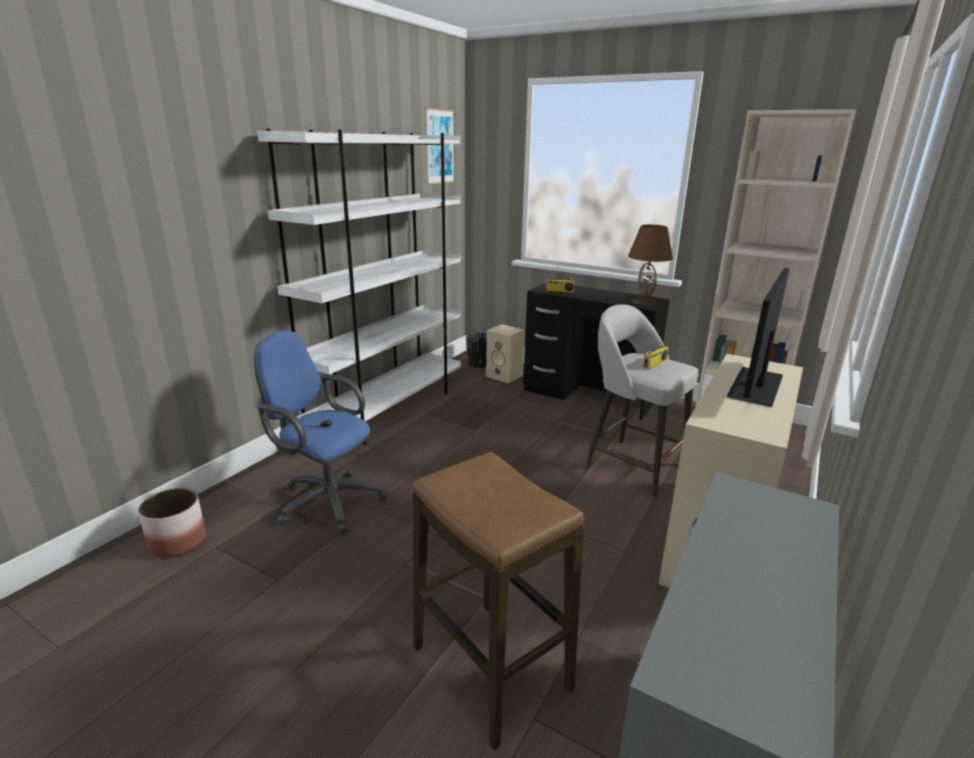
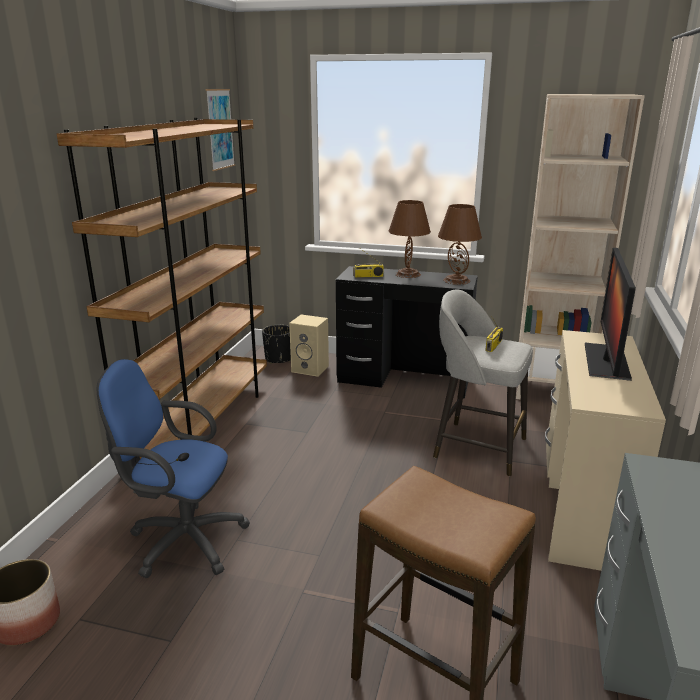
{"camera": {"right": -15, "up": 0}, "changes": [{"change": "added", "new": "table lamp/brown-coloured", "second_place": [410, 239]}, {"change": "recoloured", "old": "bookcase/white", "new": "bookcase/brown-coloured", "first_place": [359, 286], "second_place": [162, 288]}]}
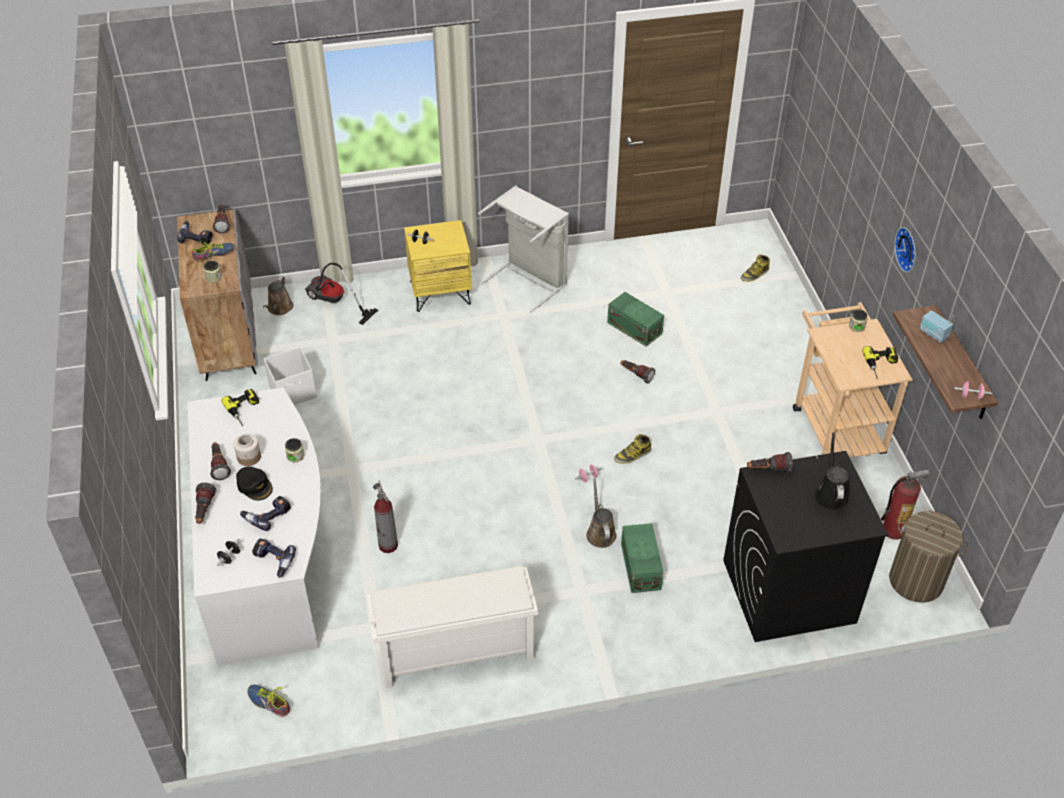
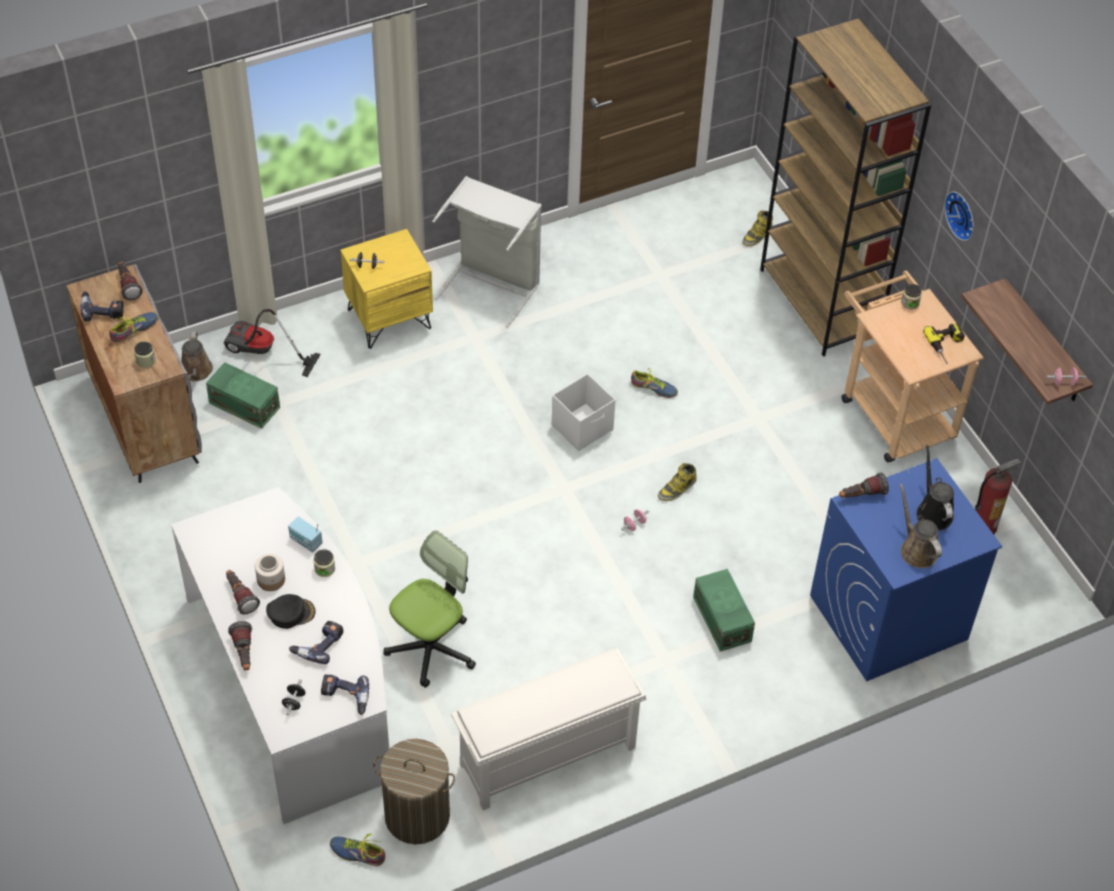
{"camera": {"right": -15, "up": 5}, "changes": [{"change": "removed", "old": "power drill", "first_place": [240, 407]}, {"change": "added", "new": "bookcase/brown-coloured", "second_place": [845, 187]}, {"change": "moved", "old": "storage bin/white", "first_place": [290, 376], "second_place": [583, 412]}, {"change": "moved", "old": "watering pot/brown-coloured", "first_place": [601, 513], "second_place": [920, 525]}, {"change": "moved", "old": "storage bin/greenish", "first_place": [635, 319], "second_place": [243, 395]}, {"change": "moved", "old": "washing basket", "first_place": [928, 557], "second_place": [414, 791]}, {"change": "moved", "old": "radio receiver", "first_place": [936, 326], "second_place": [305, 534]}, {"change": "replaced", "old": "extinguisher", "new": "desk chair", "first_place": [385, 516], "second_place": [429, 609]}, {"change": "replaced", "old": "flashlight", "new": "shoe", "first_place": [637, 371], "second_place": [654, 383]}, {"change": "recoloured", "old": "laundry machine/blackish", "new": "laundry machine/bluish", "first_place": [805, 546], "second_place": [906, 570]}, {"change": "turned", "old": "cap/blackish", "first_place": [254, 483], "second_place": [291, 611], "degrees": -45}]}
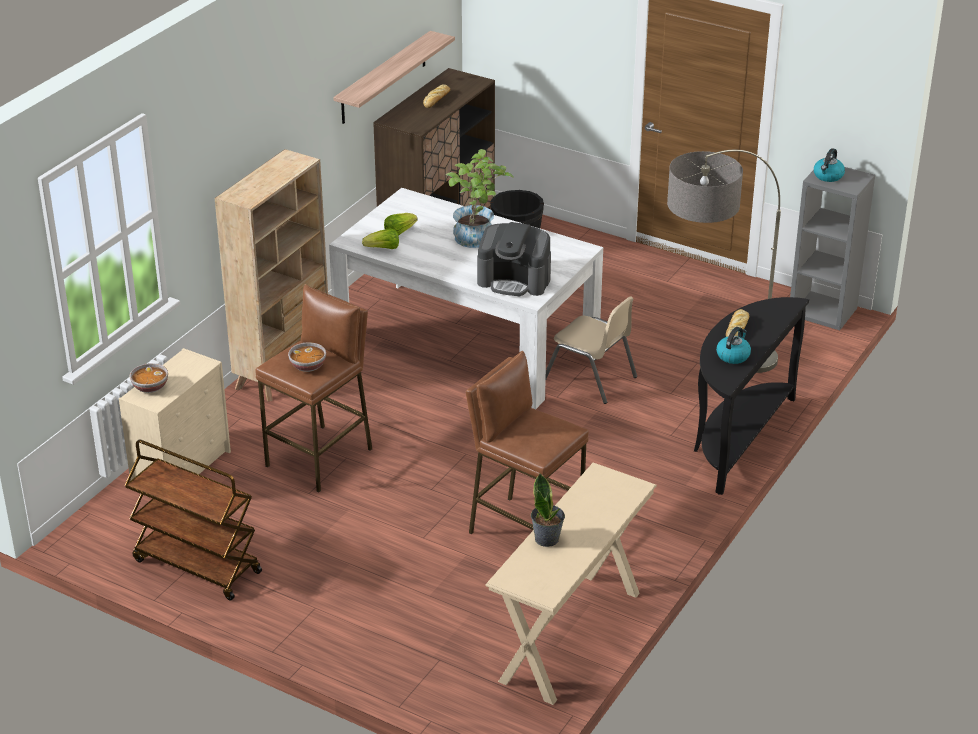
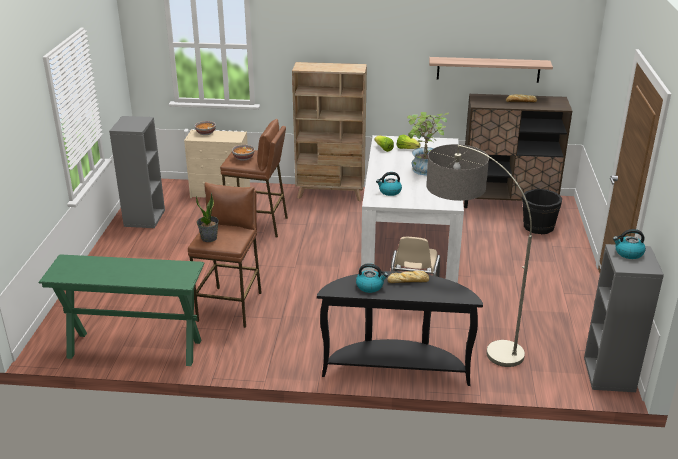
{"camera": {"right": 65, "up": -5}, "changes": [{"change": "moved", "old": "plant in a pot", "first_place": [548, 510], "second_place": [207, 217]}, {"change": "replaced", "old": "trolley/brown-coloured", "new": "bookcase/greyish", "first_place": [193, 520], "second_place": [137, 172]}, {"change": "replaced", "old": "coffee machine", "new": "water kettle", "first_place": [514, 259], "second_place": [389, 184]}, {"change": "recoloured", "old": "console table/beige-coloured", "new": "console table/greenish", "first_place": [571, 584], "second_place": [121, 310]}]}
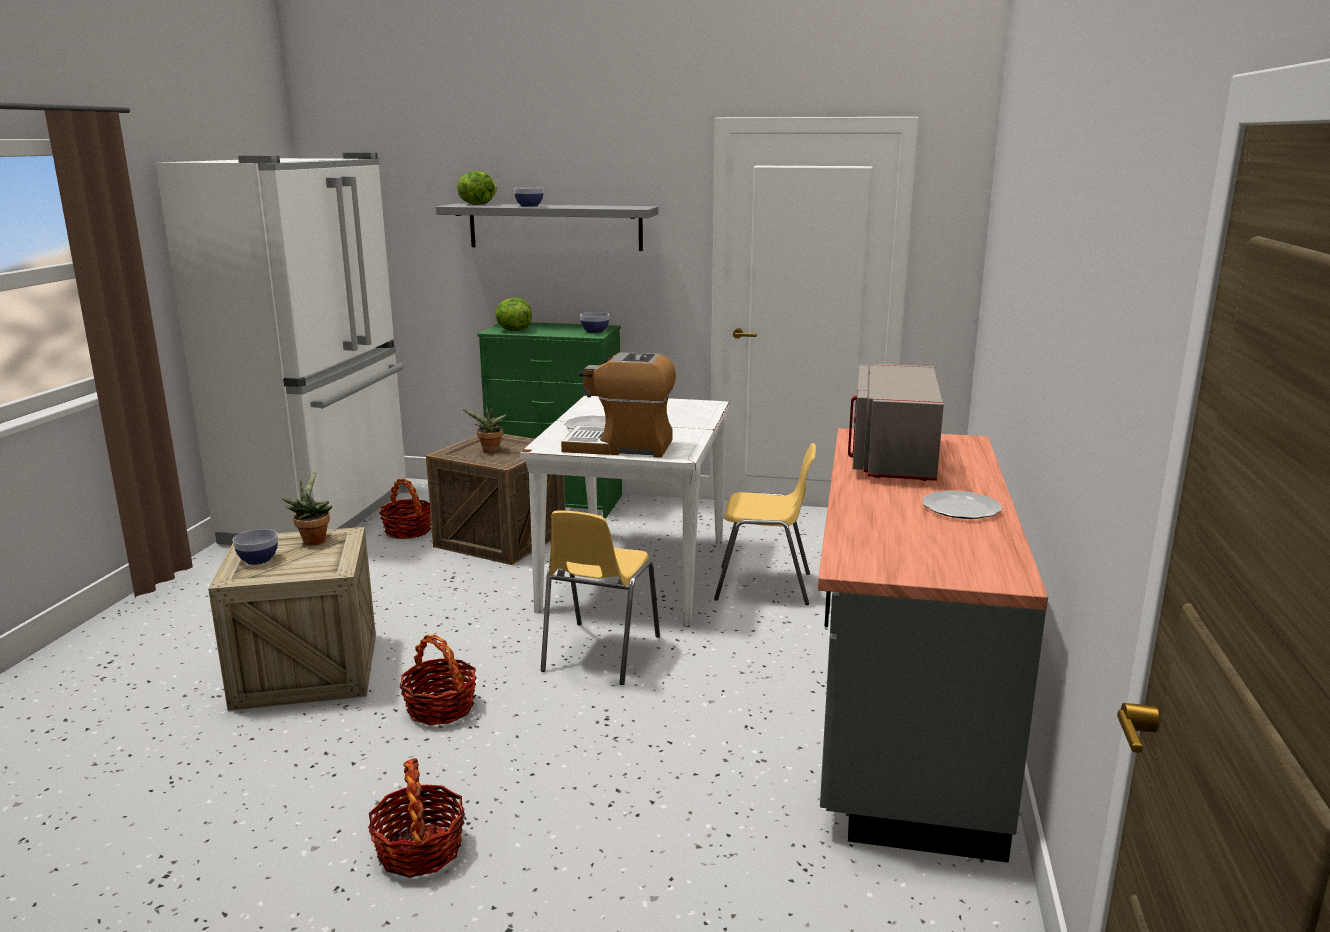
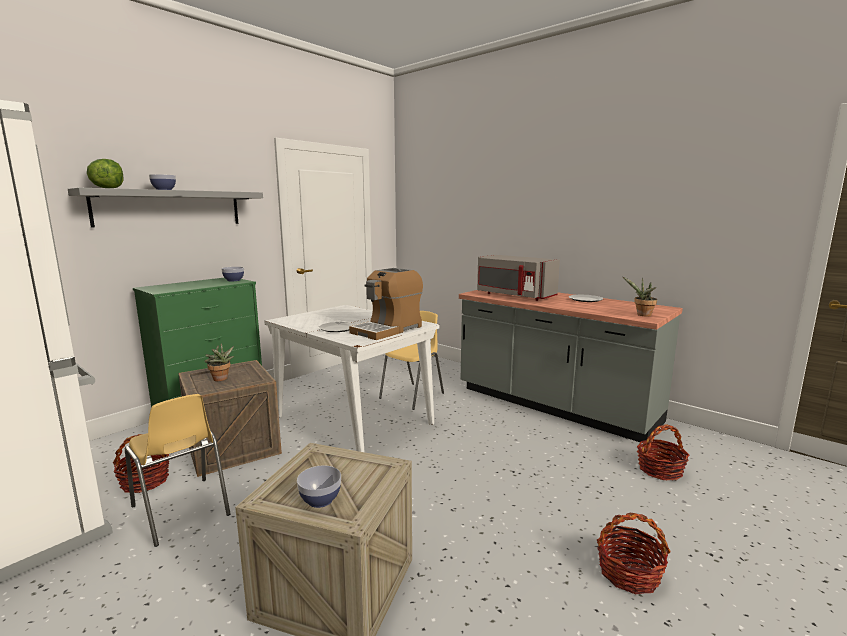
{"camera": {"right": -60, "up": -5}, "changes": [{"change": "removed", "old": "head of lettuce", "first_place": [513, 314]}, {"change": "moved", "old": "plant in a pot", "first_place": [307, 507], "second_place": [639, 296]}, {"change": "moved", "old": "basket", "first_place": [438, 680], "second_place": [663, 452]}, {"change": "moved", "old": "chair/yellowish", "first_place": [600, 598], "second_place": [177, 470]}]}
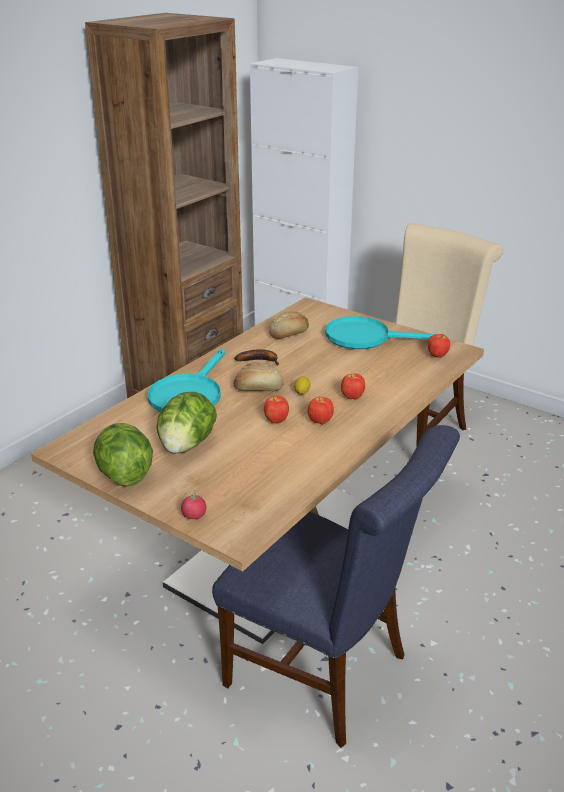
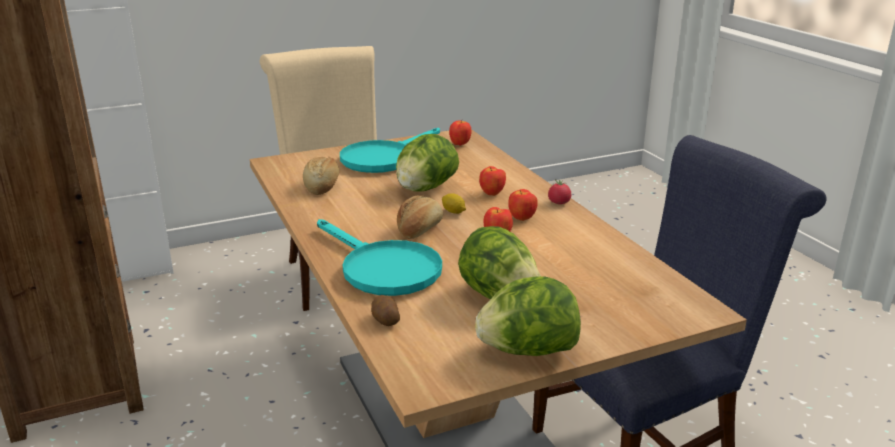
{"camera": {"right": -60, "up": -5}, "changes": [{"change": "removed", "old": "banana", "first_place": [256, 357]}, {"change": "added", "new": "spud", "second_place": [385, 310]}, {"change": "added", "new": "head of lettuce", "second_place": [427, 162]}, {"change": "moved", "old": "whole tomato", "first_place": [193, 506], "second_place": [559, 191]}]}
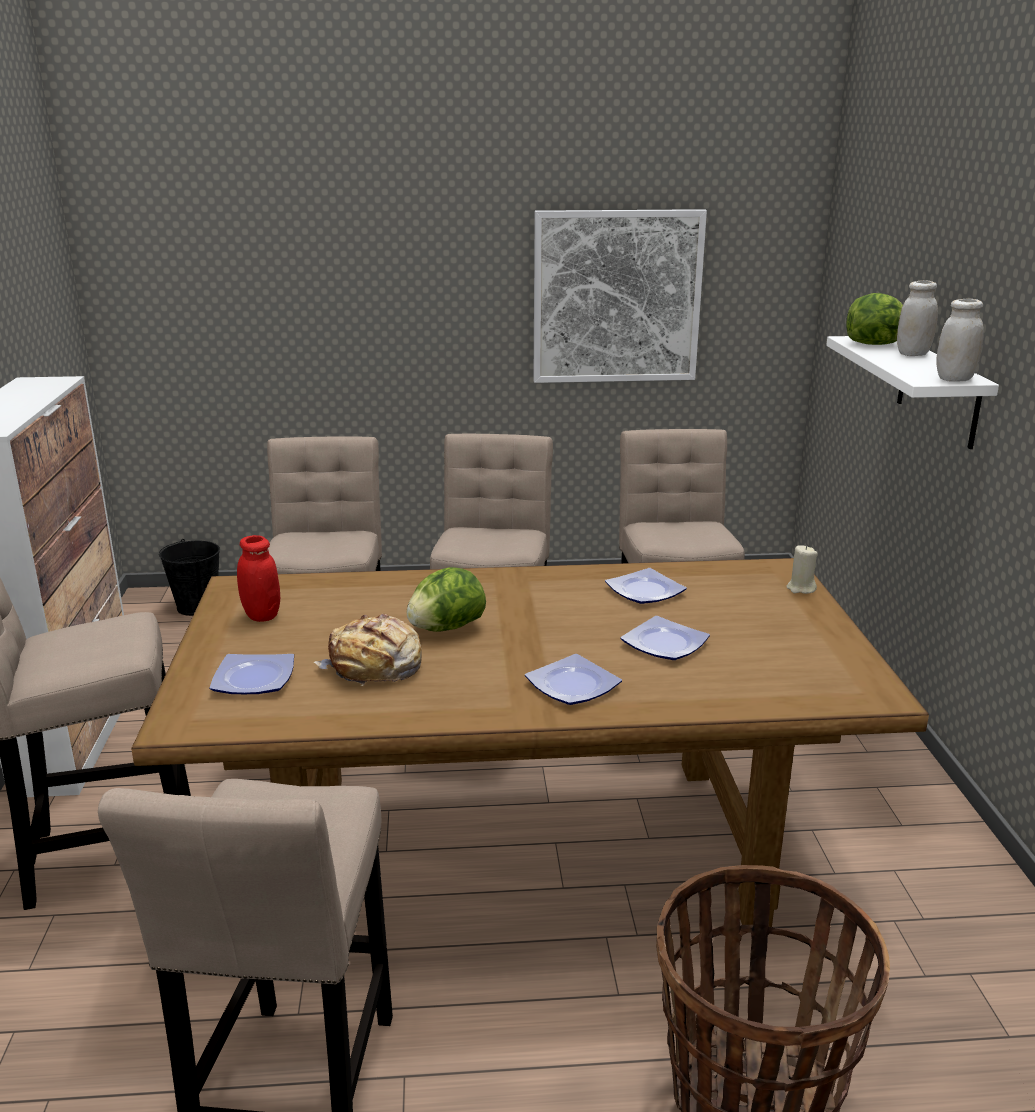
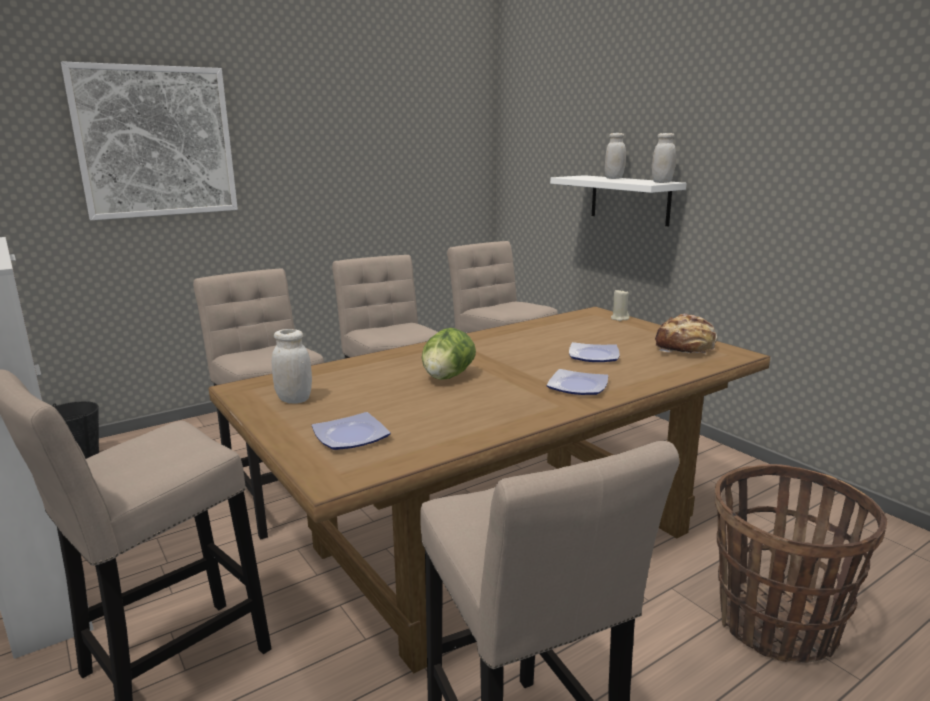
{"camera": {"right": -30, "up": -5}, "changes": [{"change": "removed", "old": "dinner plate", "first_place": [646, 586]}, {"change": "removed", "old": "head of lettuce", "first_place": [874, 319]}, {"change": "moved", "old": "bread", "first_place": [368, 649], "second_place": [686, 333]}, {"change": "moved", "old": "wall art", "first_place": [620, 296], "second_place": [149, 140]}, {"change": "recoloured", "old": "storage jar/red-coloured", "new": "storage jar/white", "first_place": [258, 578], "second_place": [292, 366]}]}
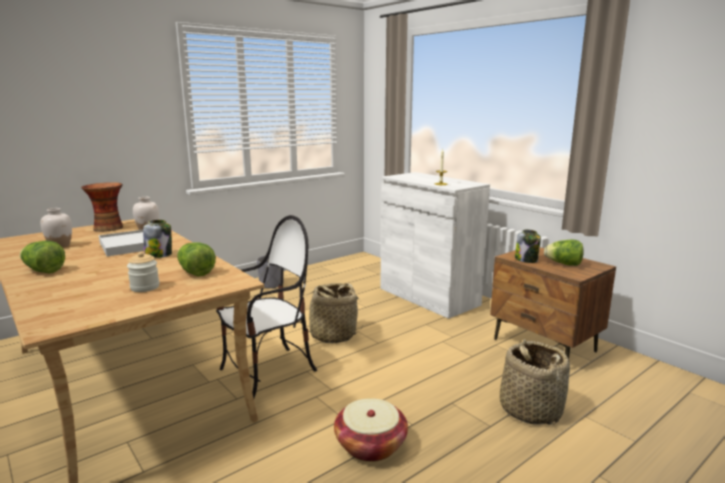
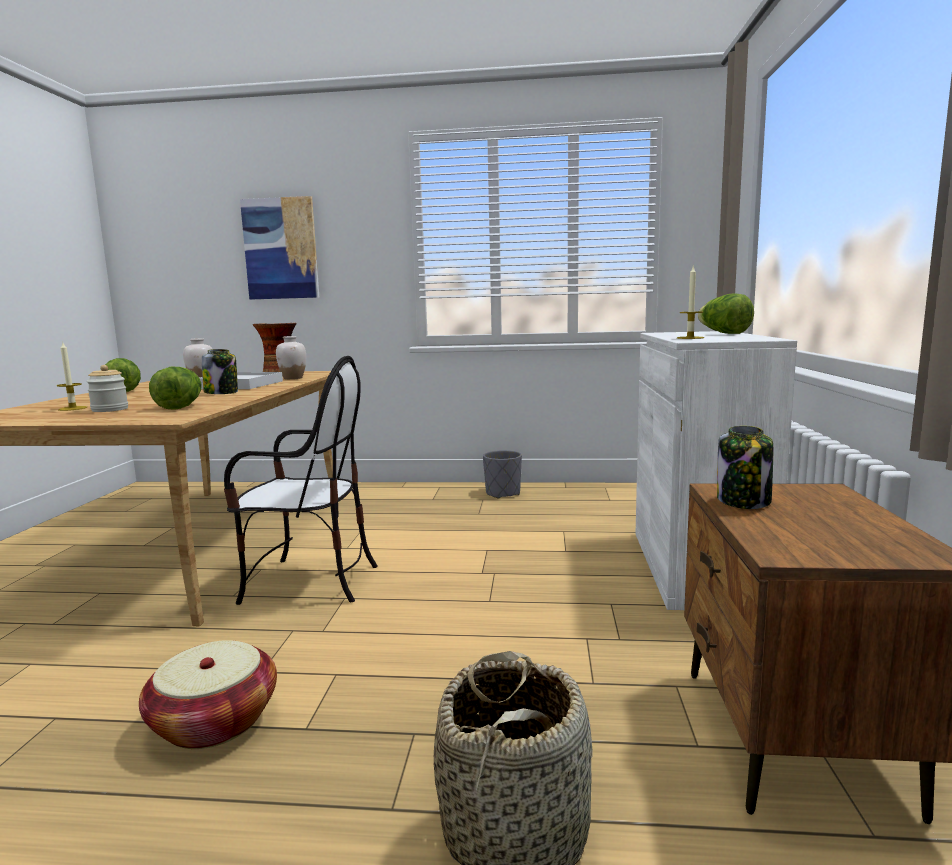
{"camera": {"right": 45, "up": -5}, "changes": [{"change": "removed", "old": "basket", "first_place": [331, 313]}, {"change": "added", "new": "wax light", "second_place": [72, 377]}, {"change": "added", "new": "wall art", "second_place": [279, 247]}, {"change": "moved", "old": "head of lettuce", "first_place": [564, 252], "second_place": [726, 314]}]}
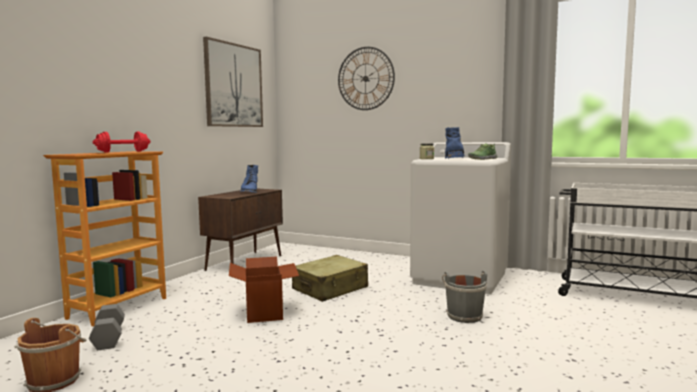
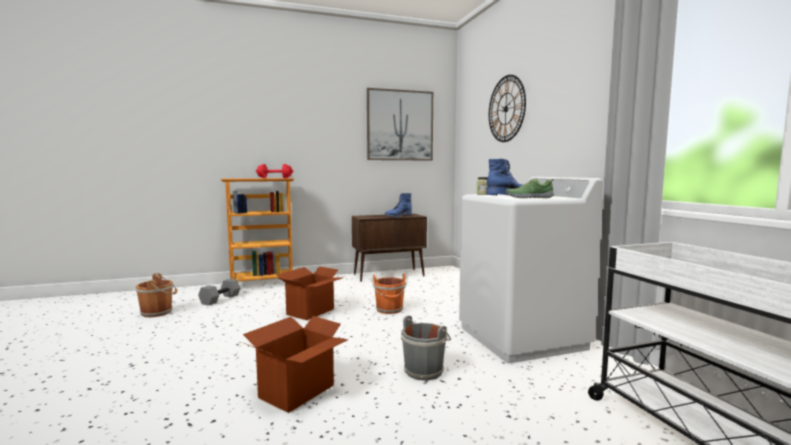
{"camera": {"right": 45, "up": 0}, "changes": [{"change": "added", "new": "packing box", "second_place": [295, 364]}, {"change": "replaced", "old": "piece of luggage/beige-coloured", "new": "water bucket/orange-coloured", "first_place": [330, 278], "second_place": [389, 294]}]}
